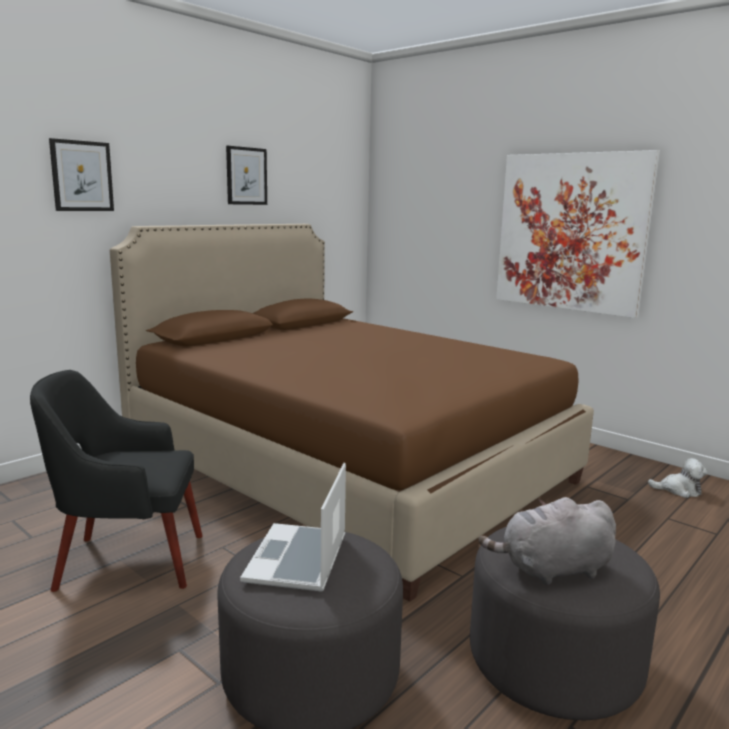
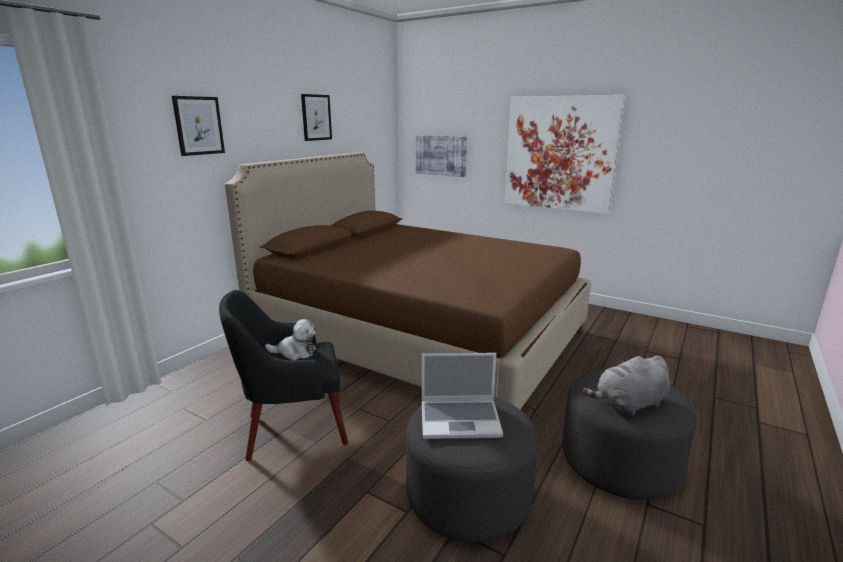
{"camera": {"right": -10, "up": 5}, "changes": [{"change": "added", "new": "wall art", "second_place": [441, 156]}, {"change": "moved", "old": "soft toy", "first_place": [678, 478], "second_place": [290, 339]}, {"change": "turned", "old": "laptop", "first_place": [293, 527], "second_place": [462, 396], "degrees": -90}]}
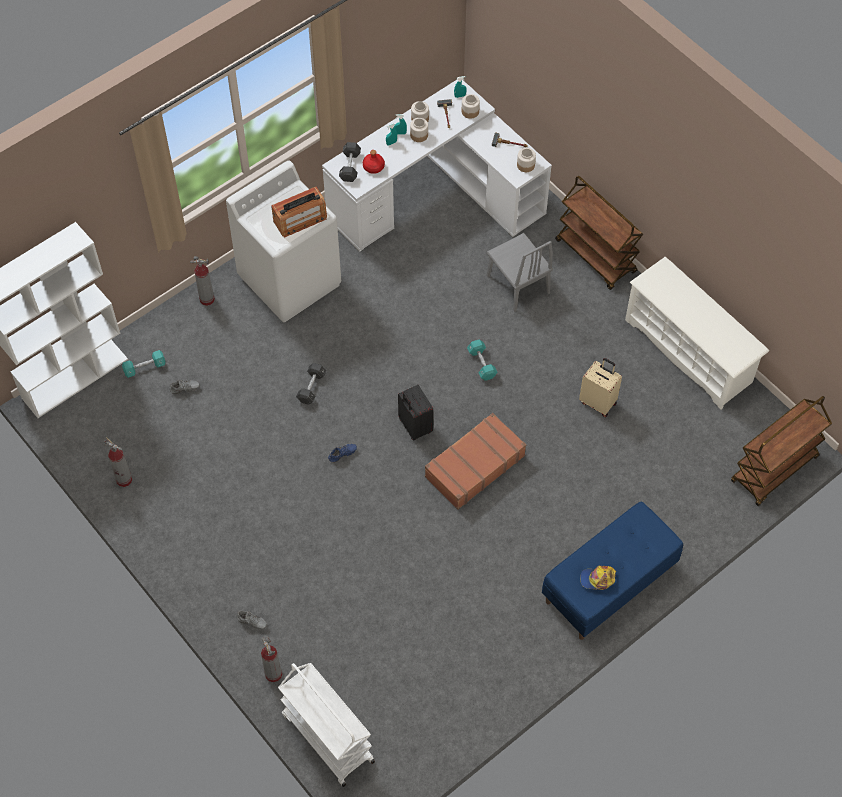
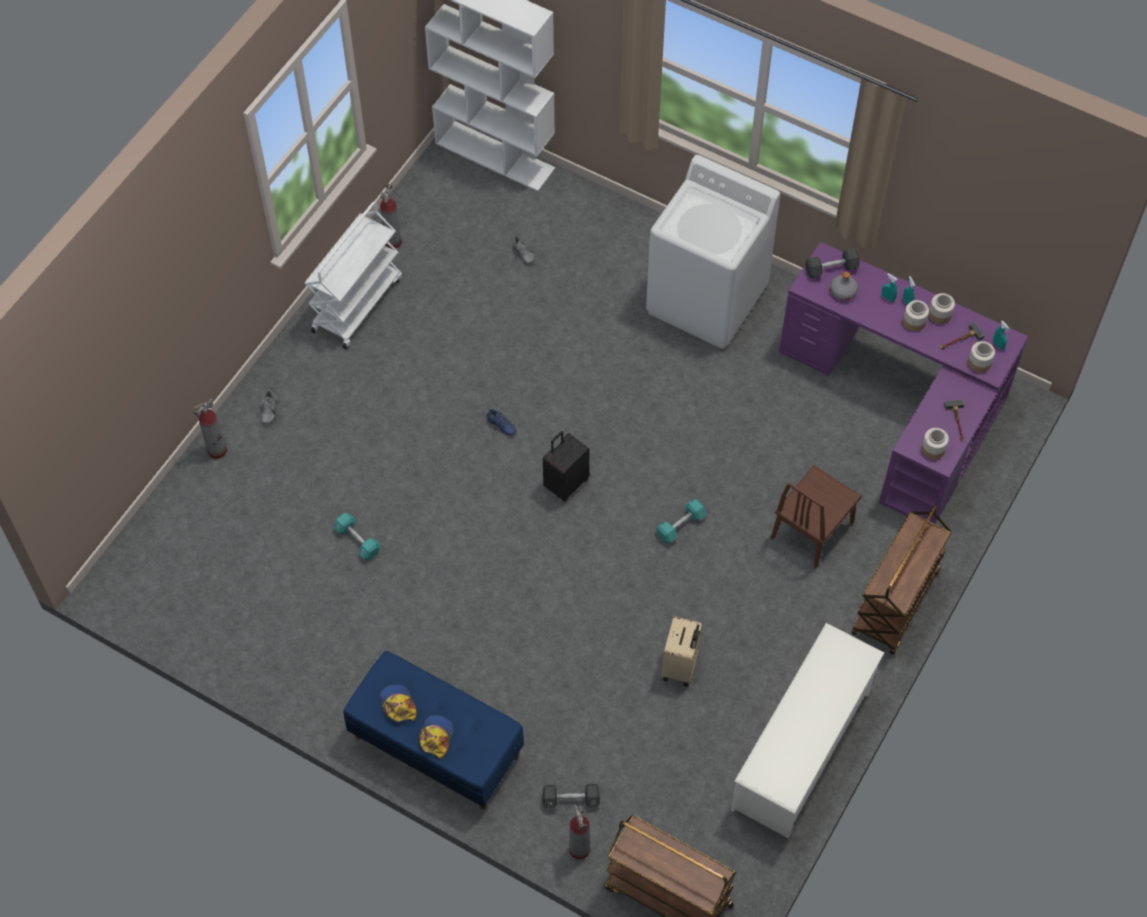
{"camera": {"right": 70, "up": 0}, "changes": [{"change": "removed", "old": "radio receiver", "first_place": [299, 212]}, {"change": "removed", "old": "piece of luggage/brown-coloured", "first_place": [475, 461]}, {"change": "added", "new": "cap", "second_place": [436, 737]}, {"change": "moved", "old": "free weight/blue-green", "first_place": [143, 364], "second_place": [357, 536]}, {"change": "moved", "old": "extinguisher", "first_place": [202, 281], "second_place": [579, 831]}, {"change": "moved", "old": "trolley/white", "first_place": [326, 725], "second_place": [353, 275]}, {"change": "moved", "old": "free weight/blackish", "first_place": [311, 384], "second_place": [571, 796]}, {"change": "recoloured", "old": "desk table/white", "new": "desk table/purple-coloured", "first_place": [437, 165], "second_place": [903, 383]}, {"change": "recoloured", "old": "beverage bottle/red-coloured", "new": "beverage bottle/greyish", "first_place": [374, 162], "second_place": [844, 286]}, {"change": "recoloured", "old": "chair/greyish", "new": "chair/brown-coloured", "first_place": [520, 272], "second_place": [816, 516]}]}
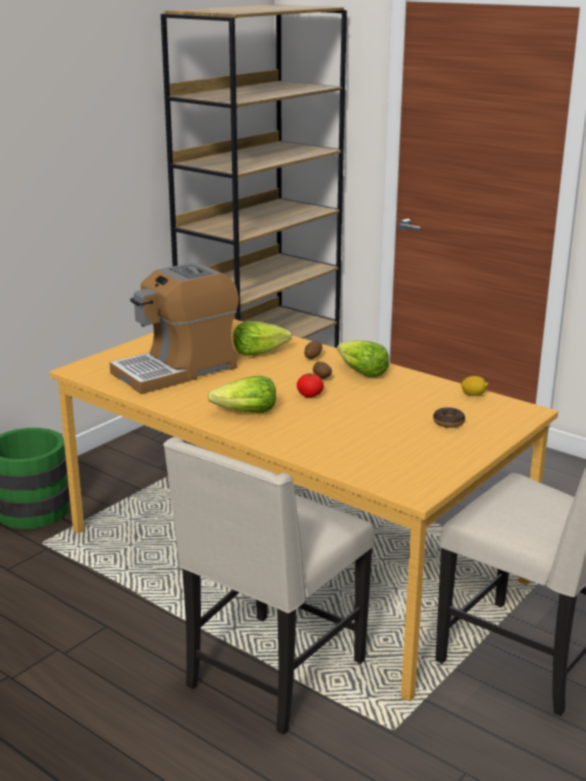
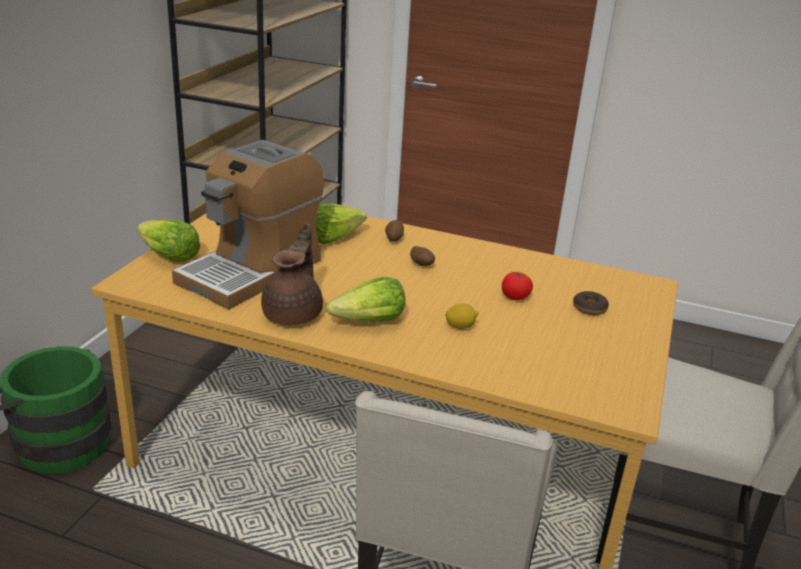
{"camera": {"right": -20, "up": 5}, "changes": [{"change": "added", "new": "pot for tea/brown-coloured", "second_place": [292, 274]}, {"change": "moved", "old": "whole tomato", "first_place": [310, 385], "second_place": [517, 286]}, {"change": "moved", "old": "head of lettuce", "first_place": [363, 359], "second_place": [168, 241]}, {"change": "moved", "old": "whole lemon", "first_place": [474, 386], "second_place": [462, 316]}]}
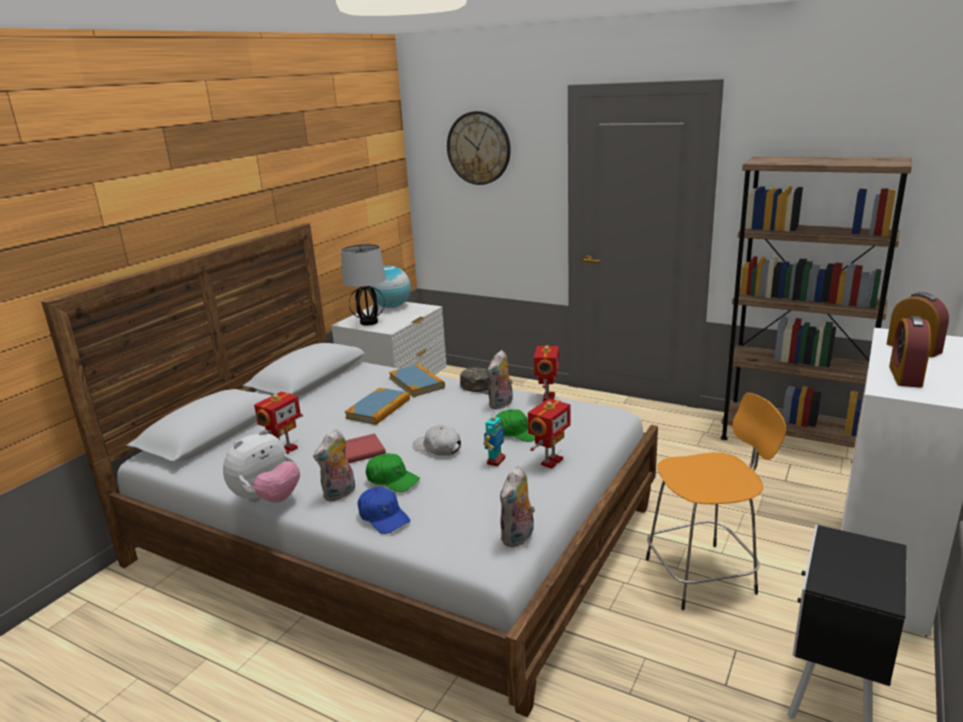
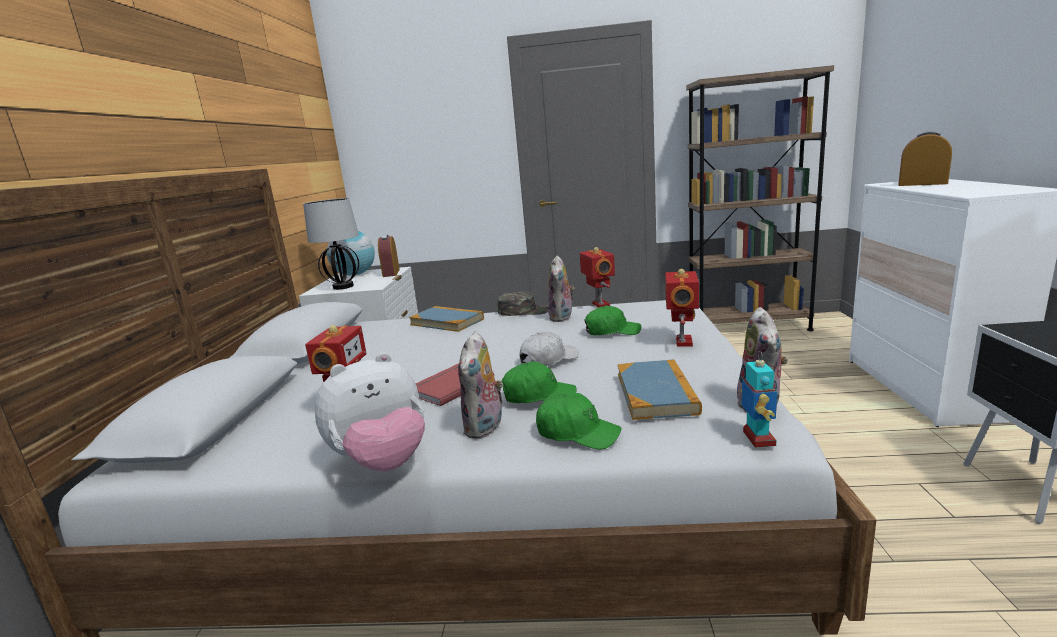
{"camera": {"right": -25, "up": -5}, "changes": [{"change": "removed", "old": "wall clock", "first_place": [479, 148]}, {"change": "removed", "old": "sitting stool/orange-coloured", "first_place": [716, 501]}, {"change": "moved", "old": "volume", "first_place": [377, 406], "second_place": [659, 390]}, {"change": "moved", "old": "model robot", "first_place": [494, 439], "second_place": [759, 399]}, {"change": "moved", "old": "alarm clock", "first_place": [910, 352], "second_place": [389, 256]}, {"change": "recoloured", "old": "cap/bluish", "new": "cap/greenish", "first_place": [384, 510], "second_place": [578, 421]}, {"change": "turned", "old": "soft toy", "first_place": [261, 466], "second_place": [370, 412], "degrees": 45}, {"change": "turned", "old": "cap/white", "first_place": [437, 440], "second_place": [549, 349], "degrees": 135}]}
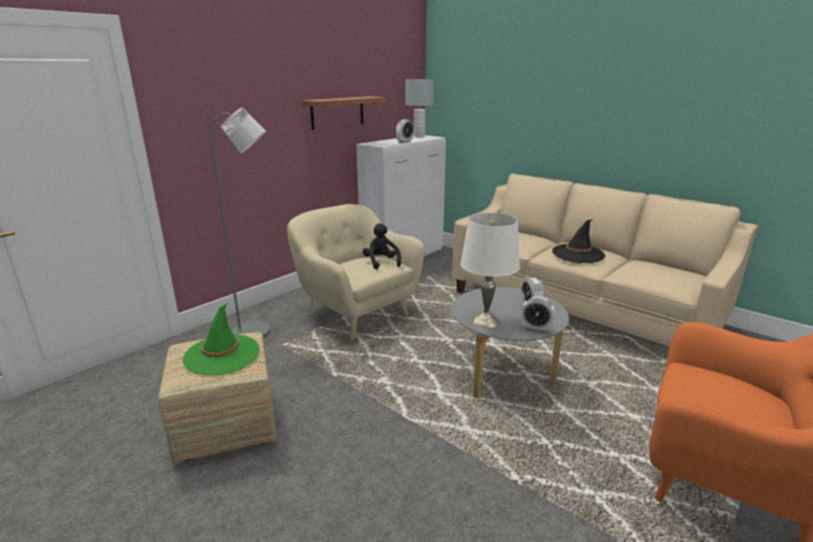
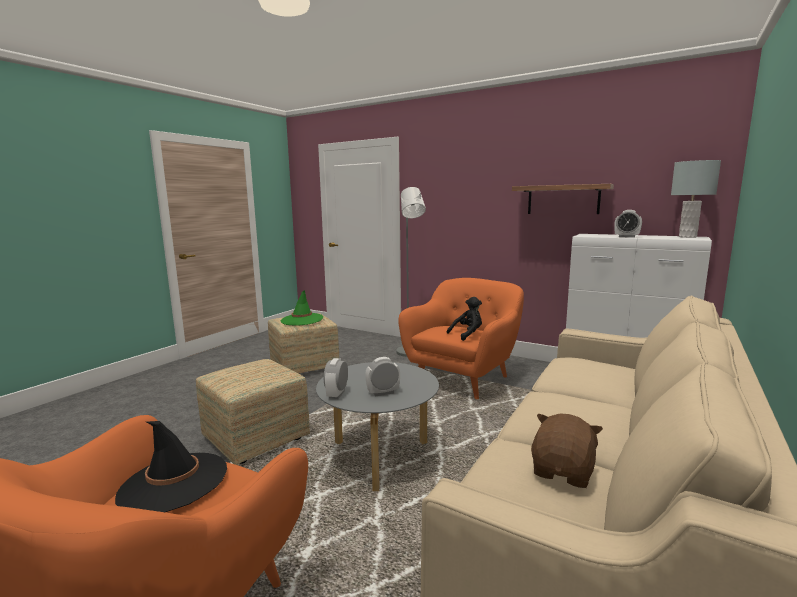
{"camera": {"right": 80, "up": -10}, "changes": [{"change": "removed", "old": "table lamp/white", "first_place": [490, 270]}, {"change": "added", "new": "pouffe", "second_place": [253, 412]}, {"change": "added", "new": "soft toy/brown-coloured", "second_place": [567, 450]}, {"change": "moved", "old": "wearable hat/blackish", "first_place": [578, 241], "second_place": [171, 466]}, {"change": "recoloured", "old": "lounge chair/beige-coloured", "new": "lounge chair/orange-coloured", "first_place": [356, 271], "second_place": [461, 338]}]}
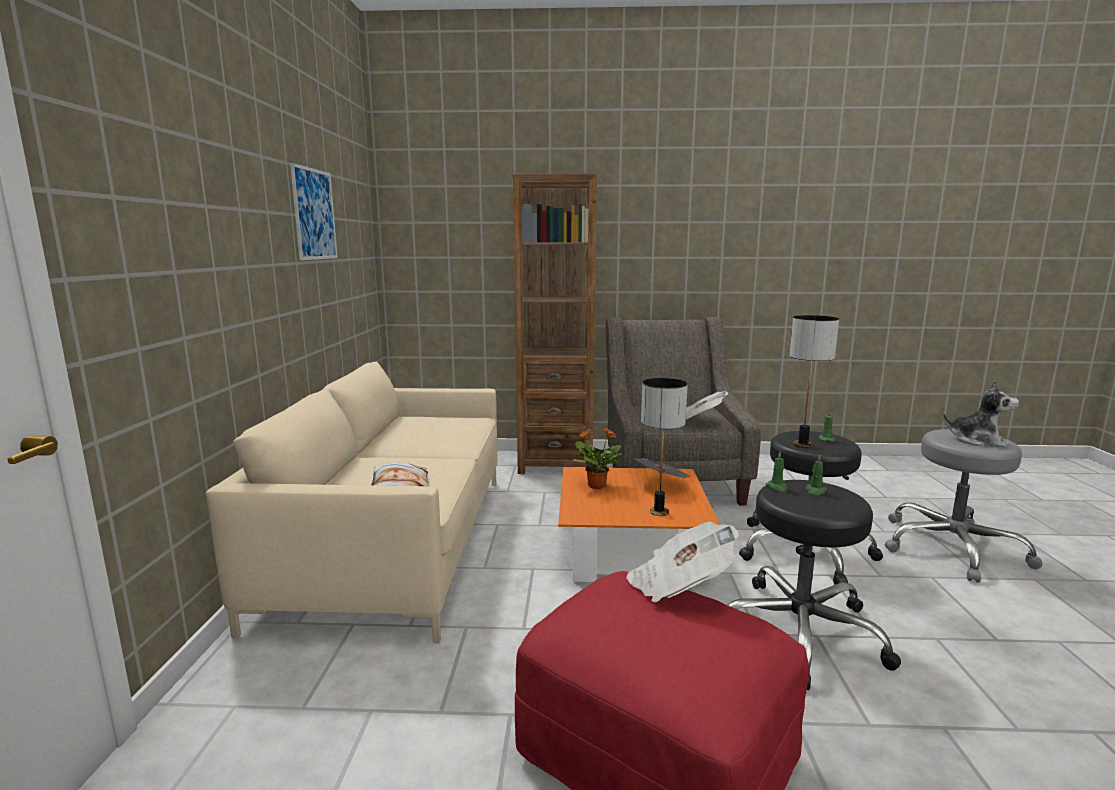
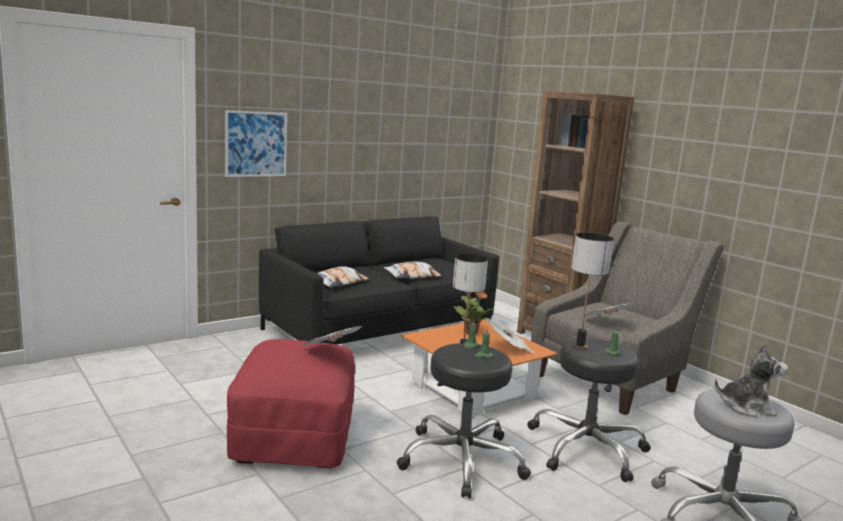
{"camera": {"right": 50, "up": 0}, "changes": [{"change": "added", "new": "throw pillow", "second_place": [413, 270]}, {"change": "moved", "old": "wall art", "first_place": [314, 211], "second_place": [256, 143]}, {"change": "recoloured", "old": "sofa/beige-coloured", "new": "sofa/blackish", "first_place": [352, 502], "second_place": [379, 280]}, {"change": "turned", "old": "soft toy", "first_place": [981, 413], "second_place": [751, 380], "degrees": -75}]}
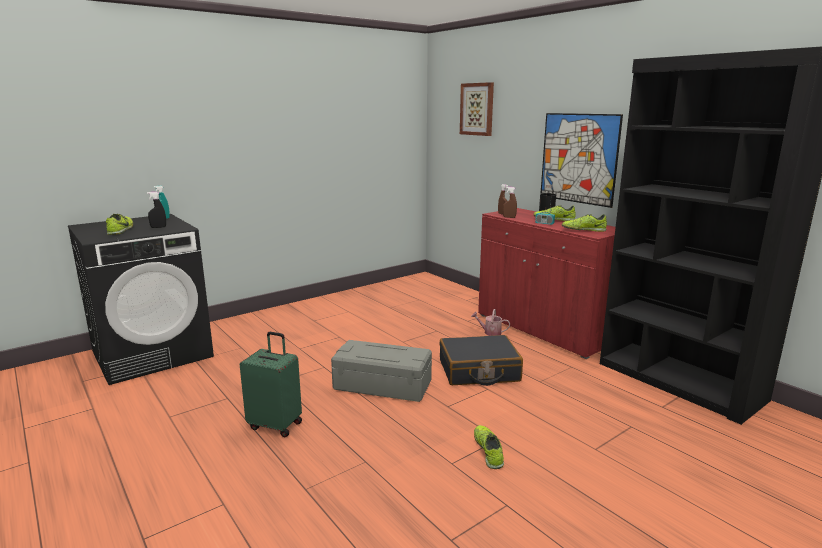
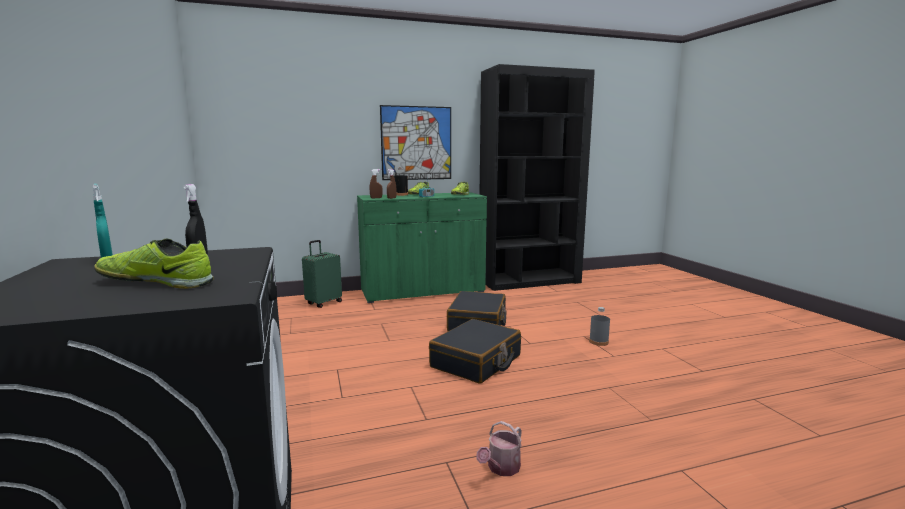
{"camera": {"right": -70, "up": -5}, "changes": [{"change": "removed", "old": "wall art", "first_place": [477, 109]}, {"change": "moved", "old": "piece of luggage/greenish", "first_place": [271, 384], "second_place": [322, 274]}, {"change": "moved", "old": "watering pot", "first_place": [490, 322], "second_place": [499, 448]}, {"change": "replaced", "old": "storage bin/greyish", "new": "piece of luggage/blackish", "first_place": [381, 371], "second_place": [475, 351]}, {"change": "replaced", "old": "shoe", "new": "beverage bottle/greyish", "first_place": [489, 447], "second_place": [599, 326]}, {"change": "recoloured", "old": "cabinet/red-coloured", "new": "cabinet/greenish", "first_place": [546, 283], "second_place": [422, 247]}]}
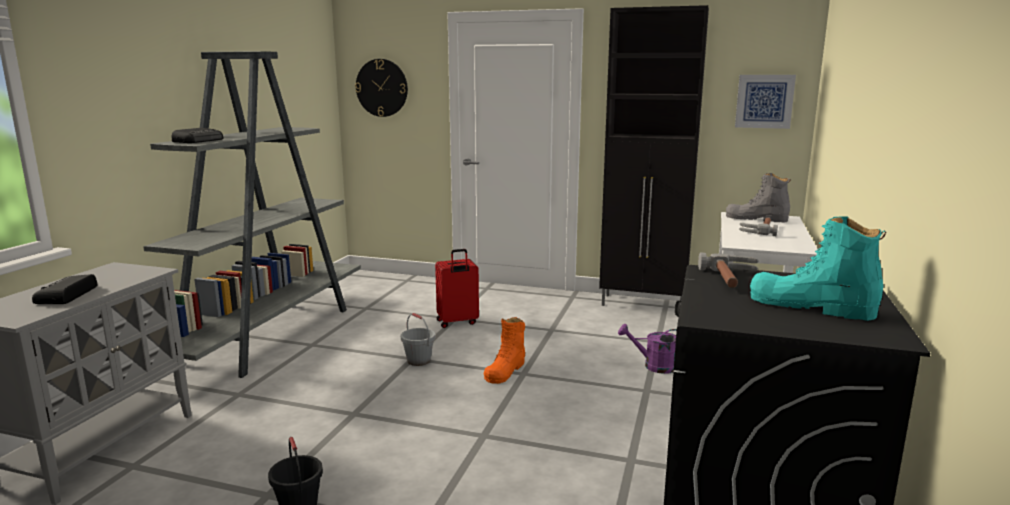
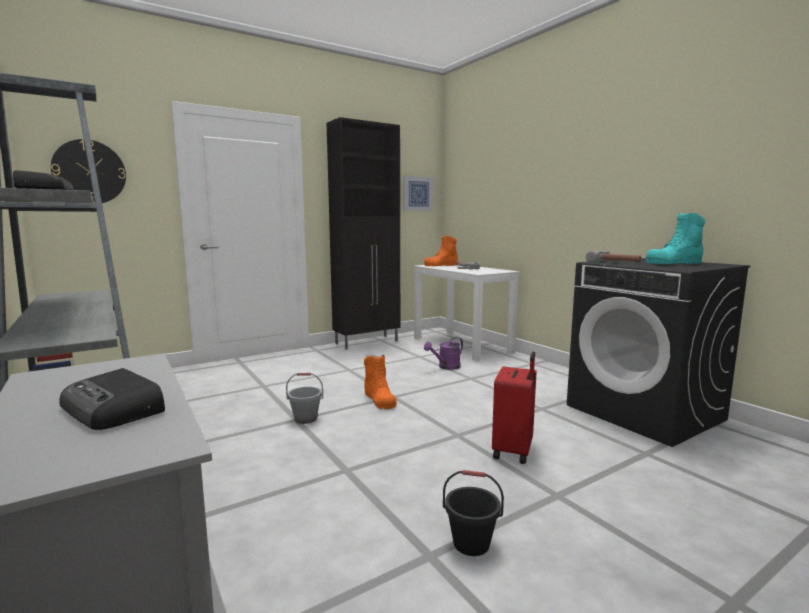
{"camera": {"right": -50, "up": -5}, "changes": [{"change": "moved", "old": "piece of luggage/red-coloured", "first_place": [457, 288], "second_place": [514, 408]}, {"change": "recoloured", "old": "boot/greyish", "new": "boot/orange-coloured", "first_place": [758, 197], "second_place": [441, 251]}]}
